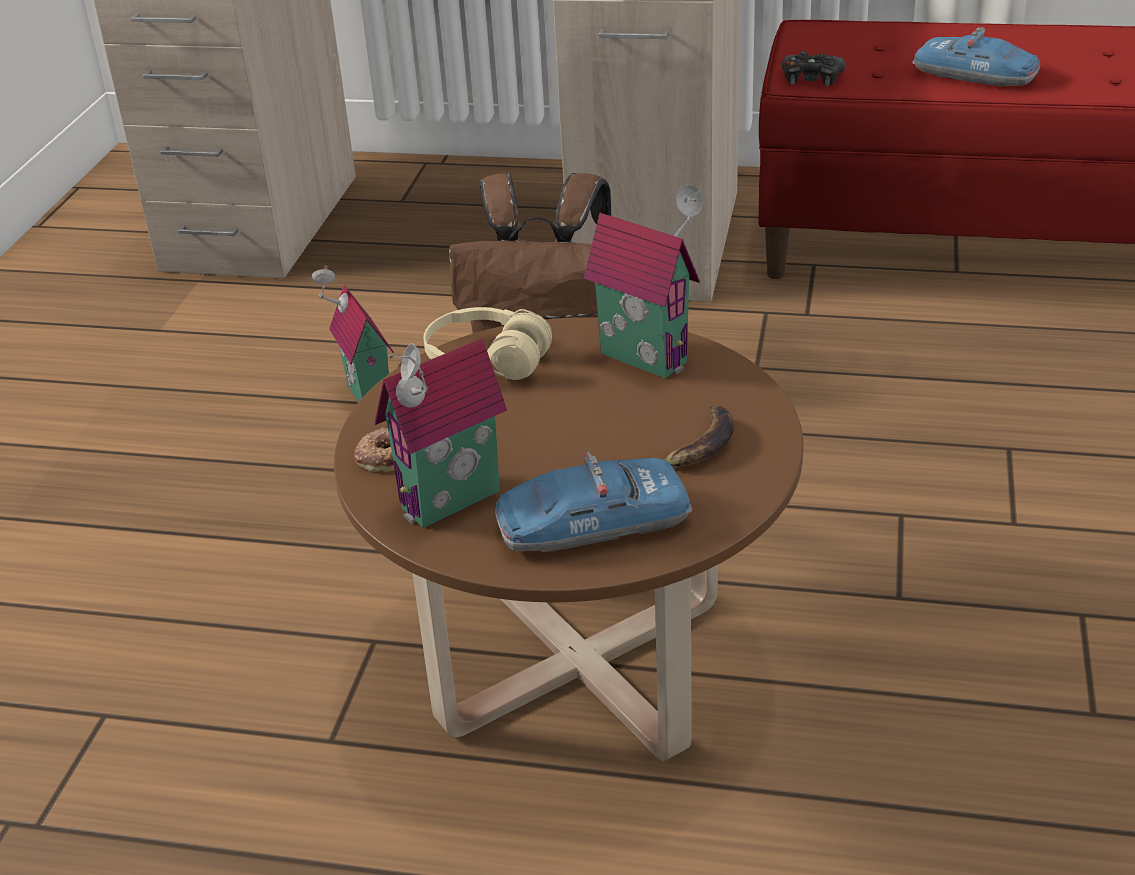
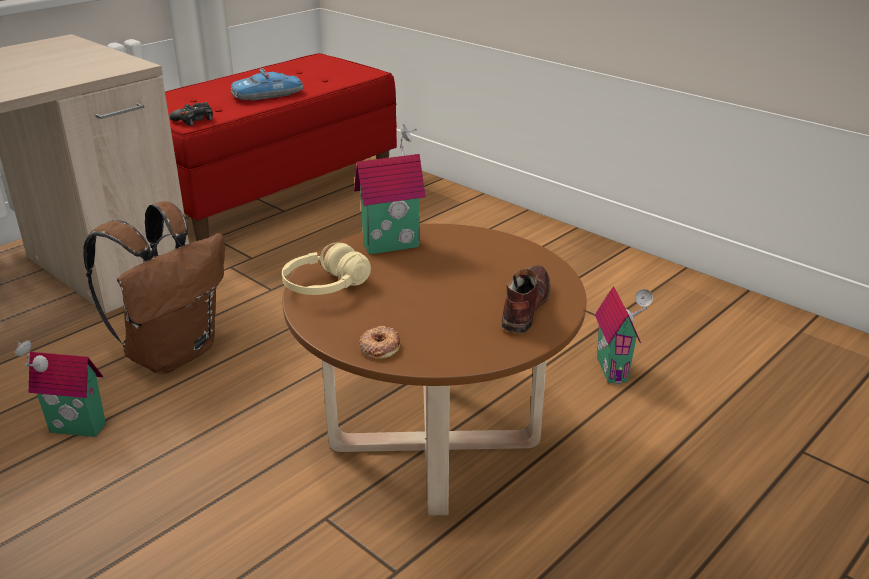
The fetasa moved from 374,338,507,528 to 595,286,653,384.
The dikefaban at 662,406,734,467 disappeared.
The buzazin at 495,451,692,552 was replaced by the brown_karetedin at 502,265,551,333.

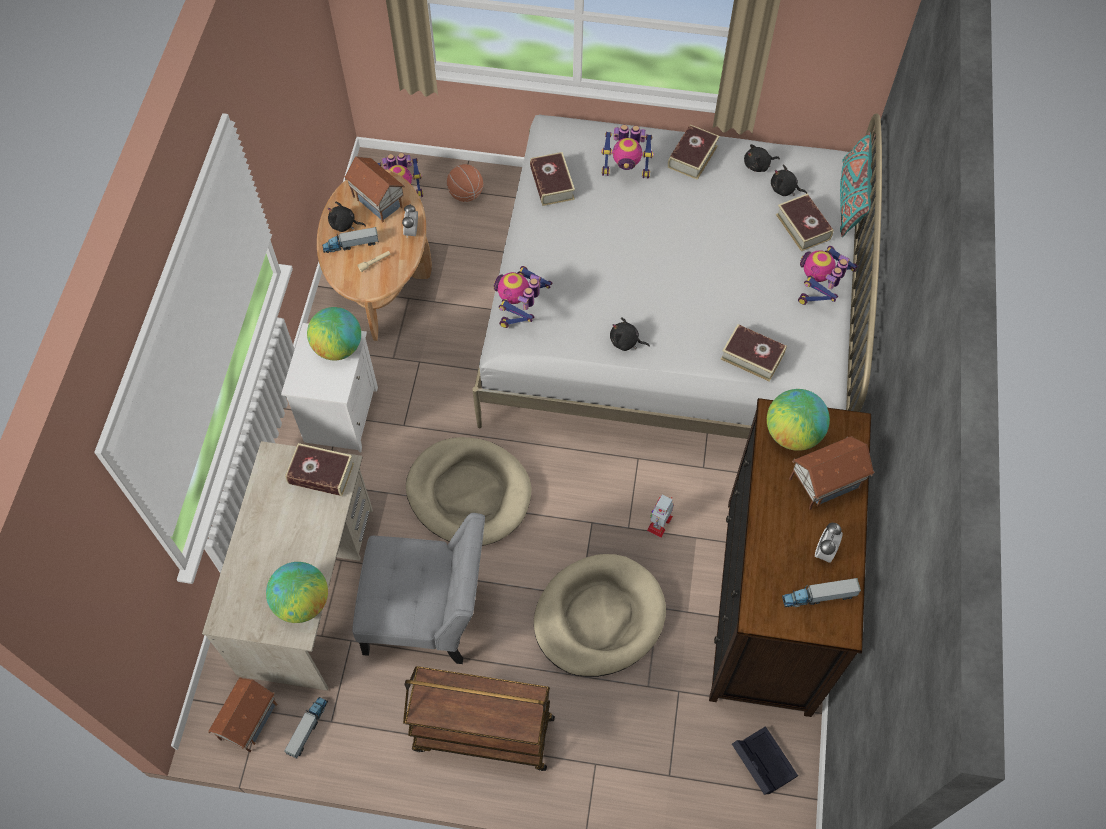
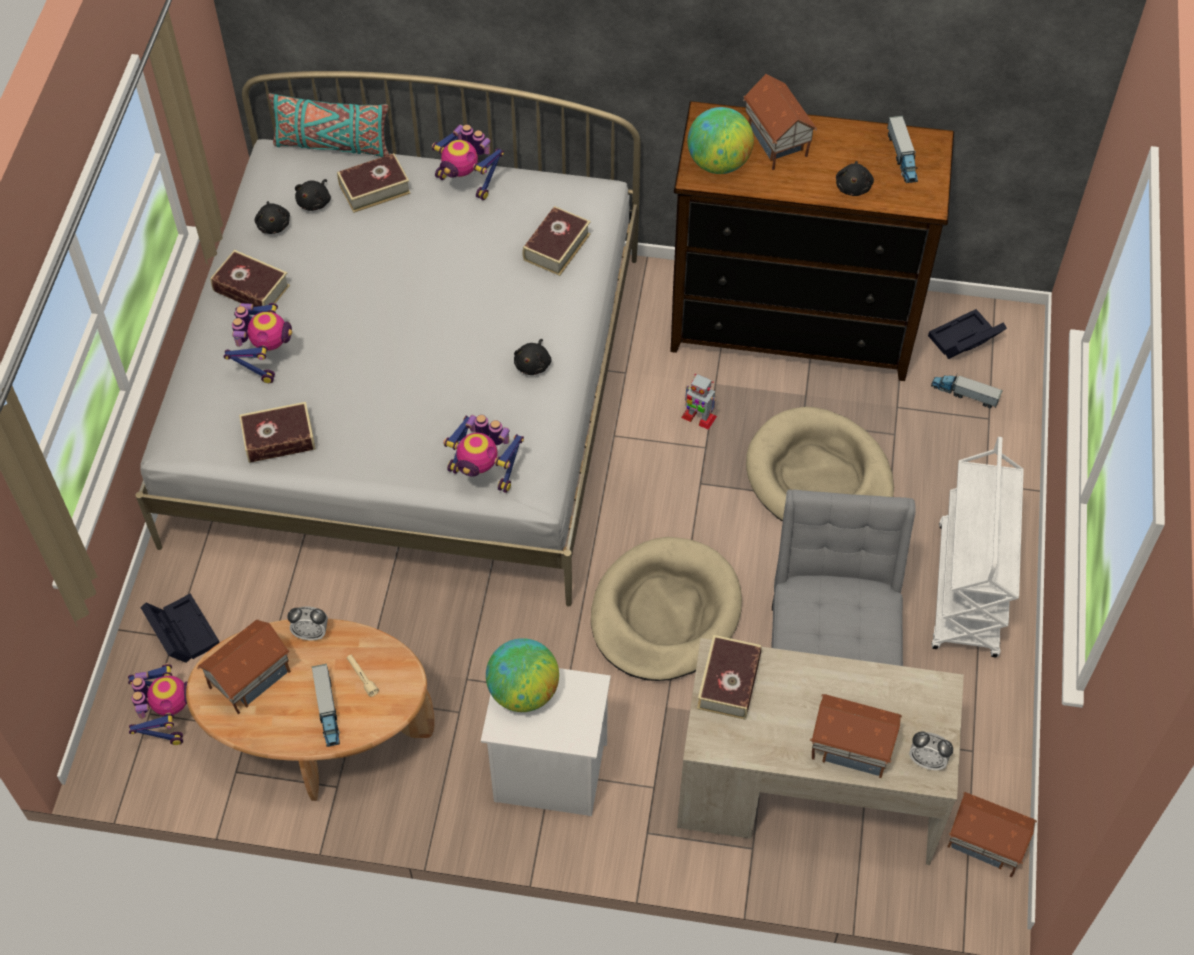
The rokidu at 447,164,483,202 was replaced by the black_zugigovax at 140,594,220,663.
The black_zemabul moved from 328,201,366,232 to 836,161,874,196.
The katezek moved from 815,523,843,563 to 909,731,953,771.
The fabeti at 266,562,328,623 disappeared.
The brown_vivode at 403,666,555,771 became the white_vivode at 931,437,1024,657.
The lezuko moved from 284,697,328,759 to 931,374,1003,408.
The fetasa at 810,694,902,778 appeared.

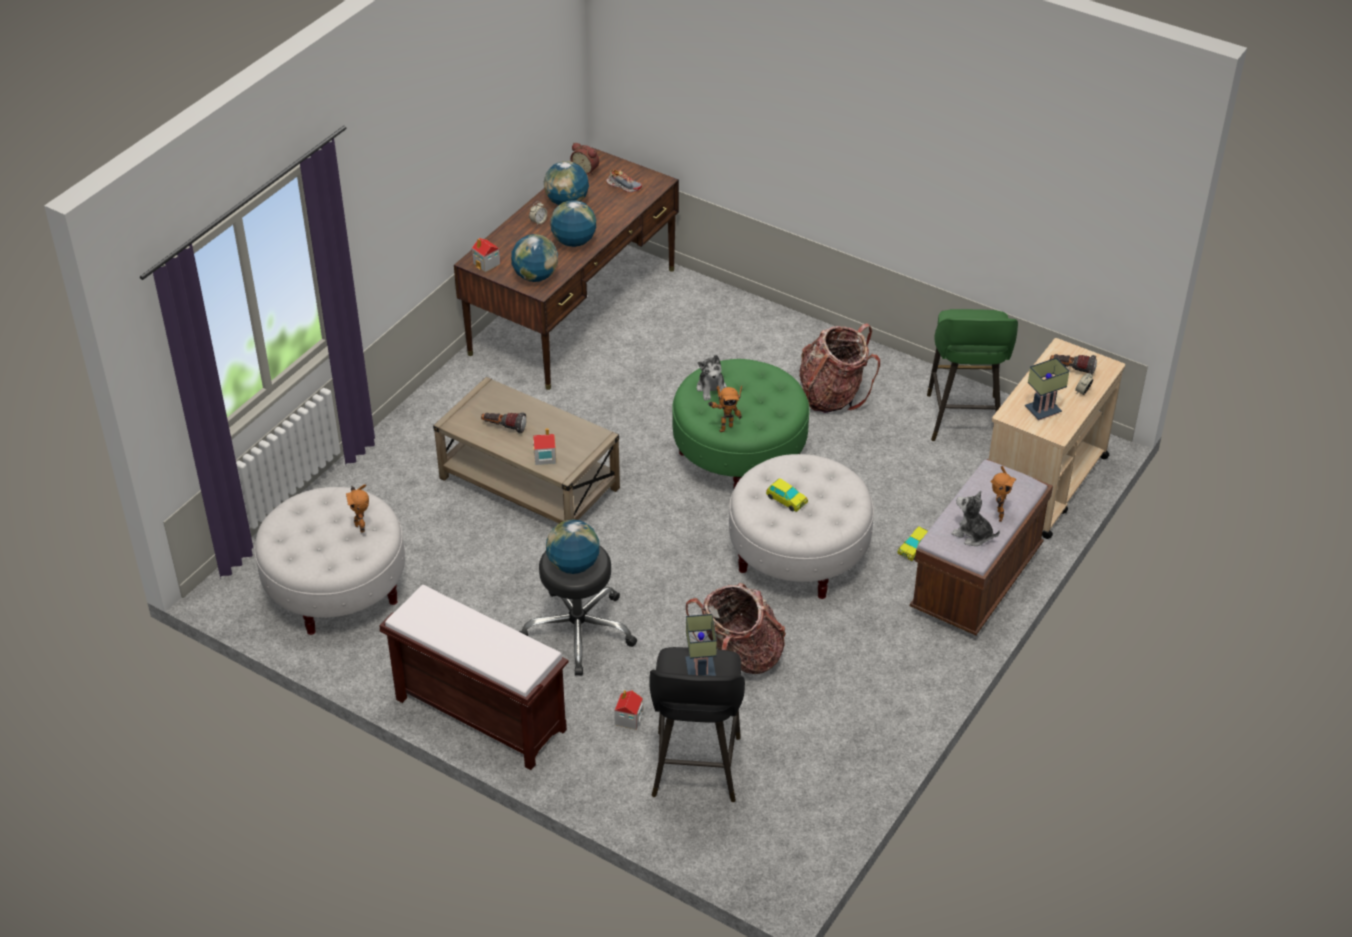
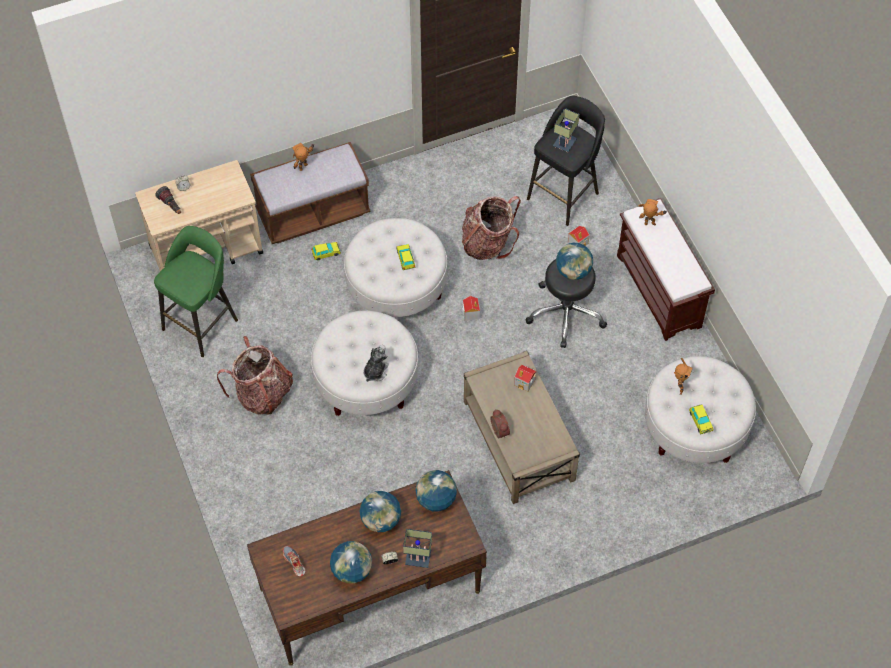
The katezek moved from 570,143,599,175 to 490,409,510,438.
The fetasa moved from 472,238,501,272 to 462,296,480,321.
The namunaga moved from 1025,358,1070,421 to 403,529,432,568.
The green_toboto at 672,359,810,489 became the white_toboto at 311,311,418,416.
The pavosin moved from 708,385,742,432 to 638,199,667,226.
The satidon at 481,412,526,433 disappeared.
The zemabul at 952,491,1000,546 disappeared.
The buzazin at 689,404,713,435 appeared.

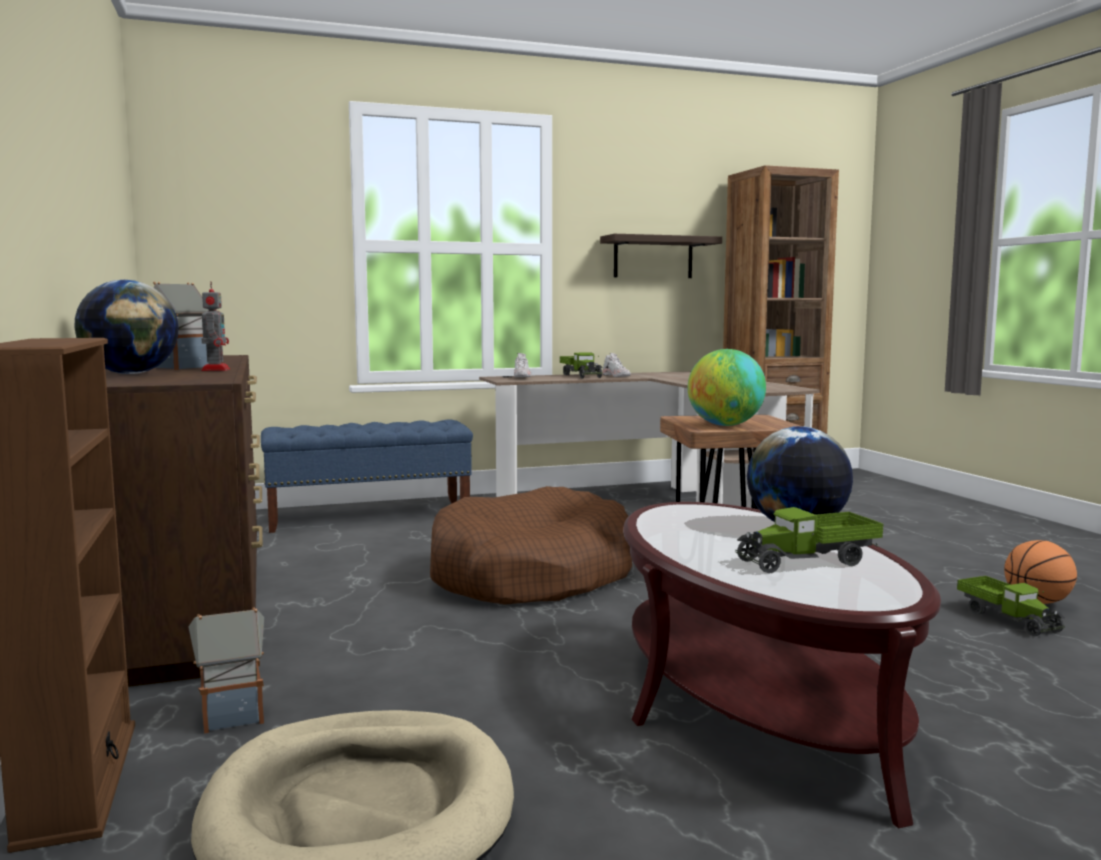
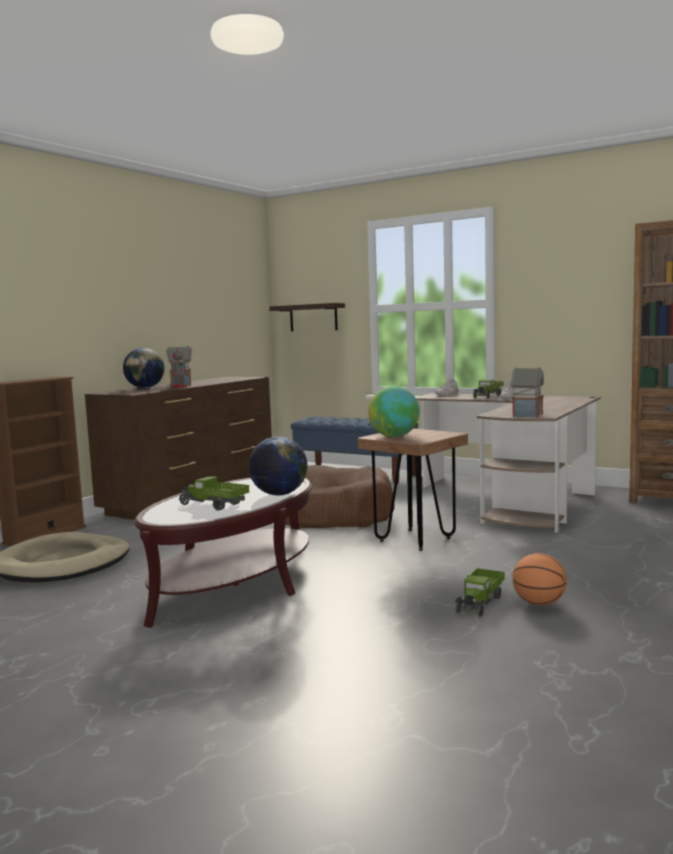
The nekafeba moved from 600,234,722,278 to 269,303,345,332.
The fetasa moved from 188,607,264,733 to 510,367,544,418.

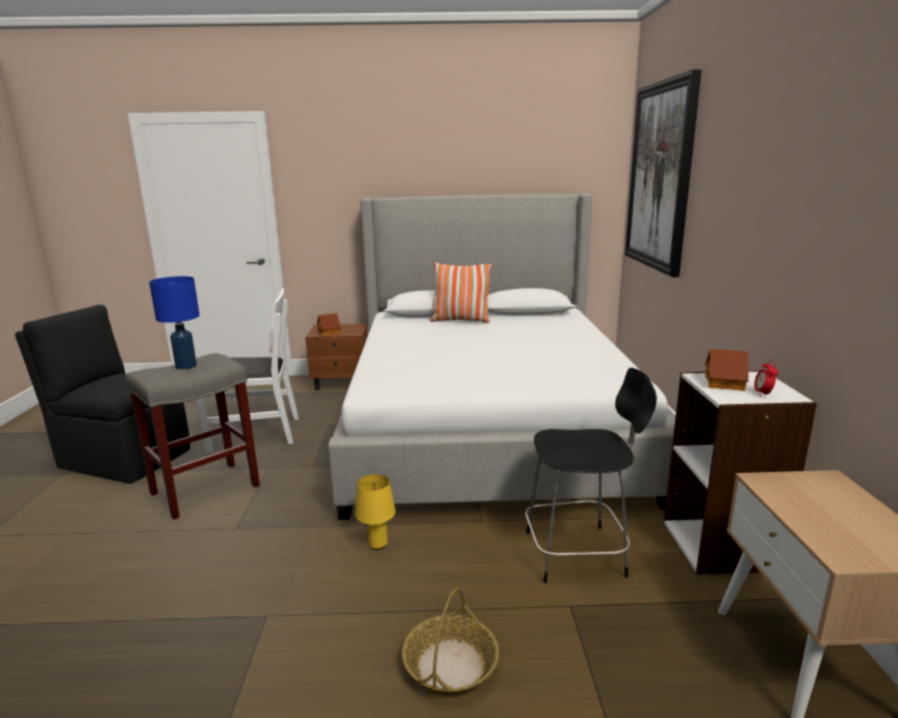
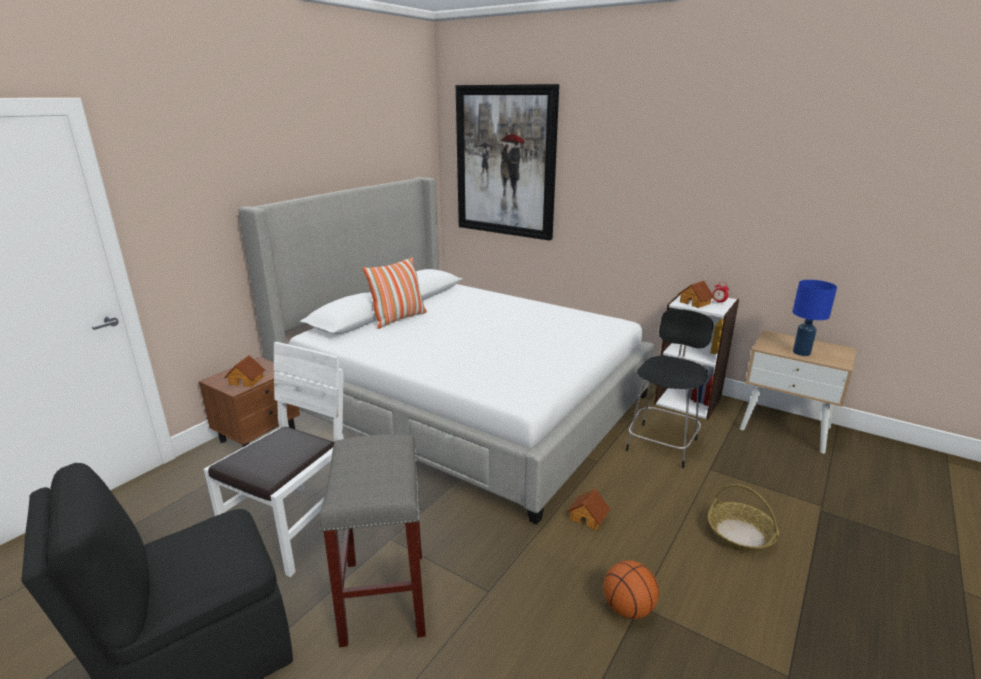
The blue_namunaga moved from 149,276,200,369 to 793,280,837,356.
The yellow_namunaga at 355,474,396,550 was replaced by the fetasa at 566,488,610,531.
The rokidu at 603,560,659,619 appeared.

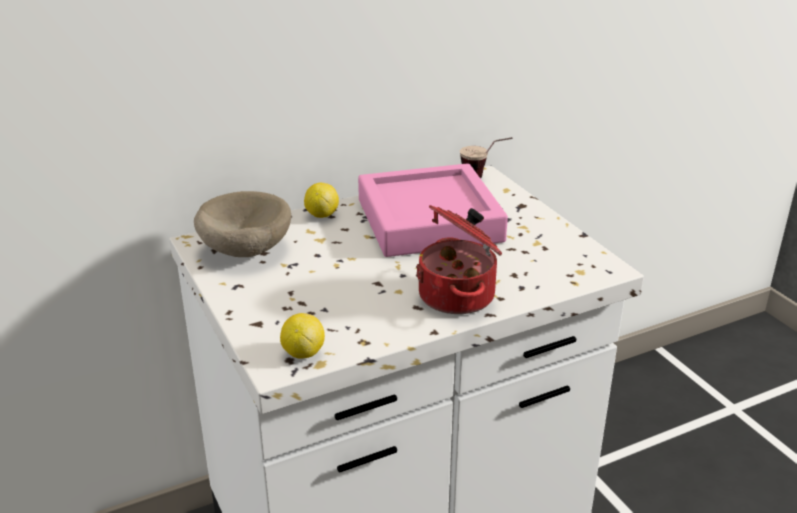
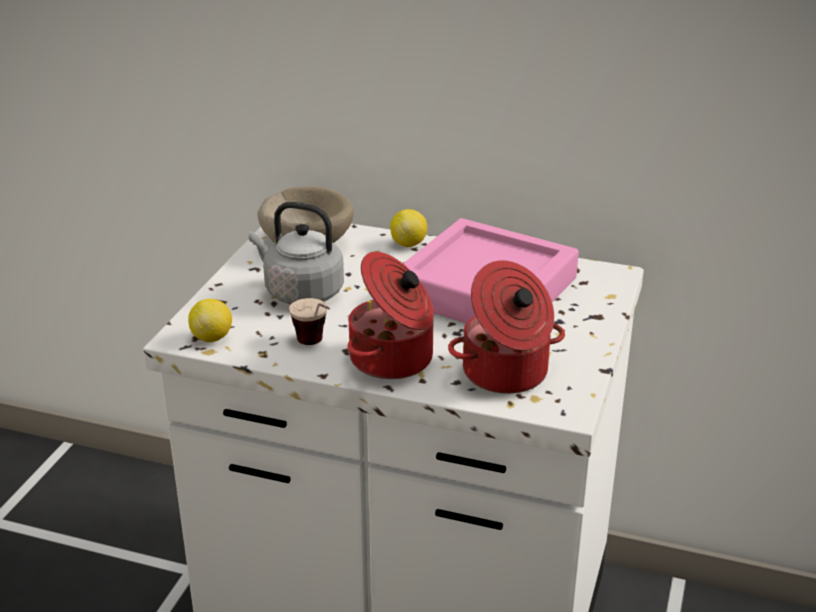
The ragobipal moved from 460,137,512,179 to 289,298,330,345.
The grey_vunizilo at 249,202,344,305 appeared.
The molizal at 448,260,565,394 appeared.

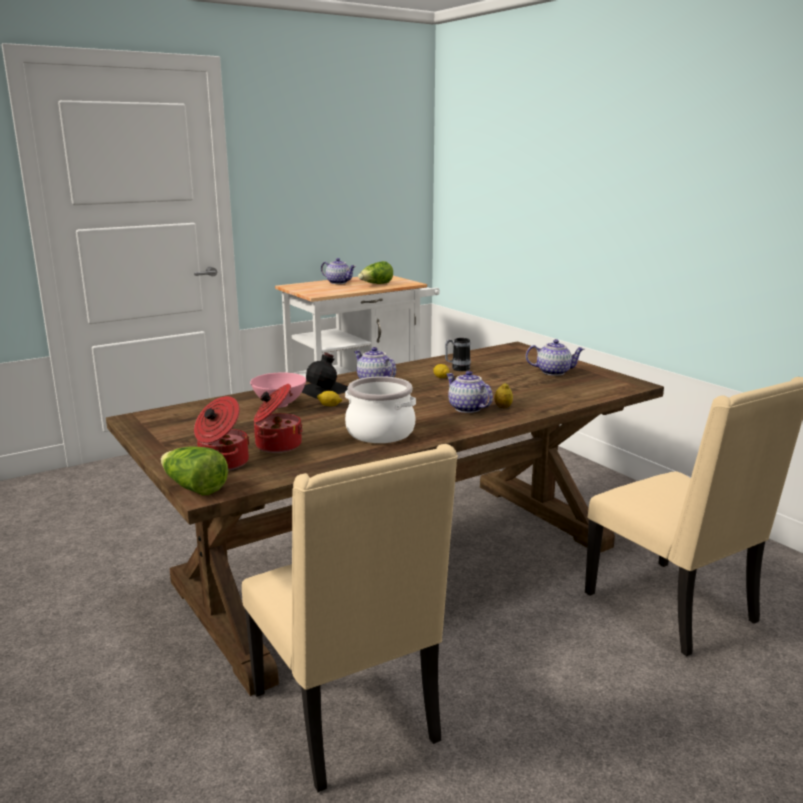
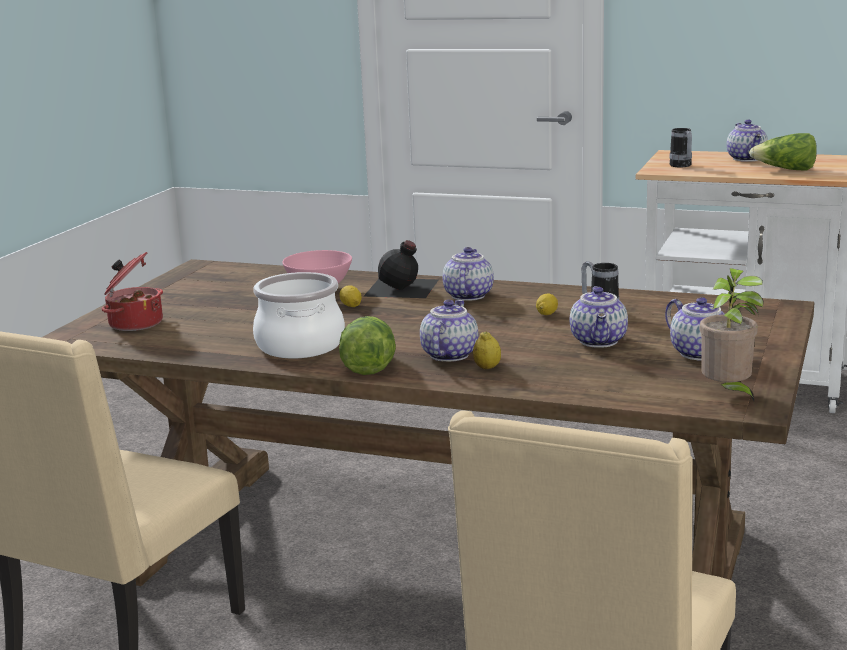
The molizal at 254,384,303,453 disappeared.
The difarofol moved from 161,447,228,496 to 339,316,396,375.
The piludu at 669,128,692,167 appeared.
The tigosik at 700,268,764,403 appeared.
The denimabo at 570,286,628,348 appeared.

